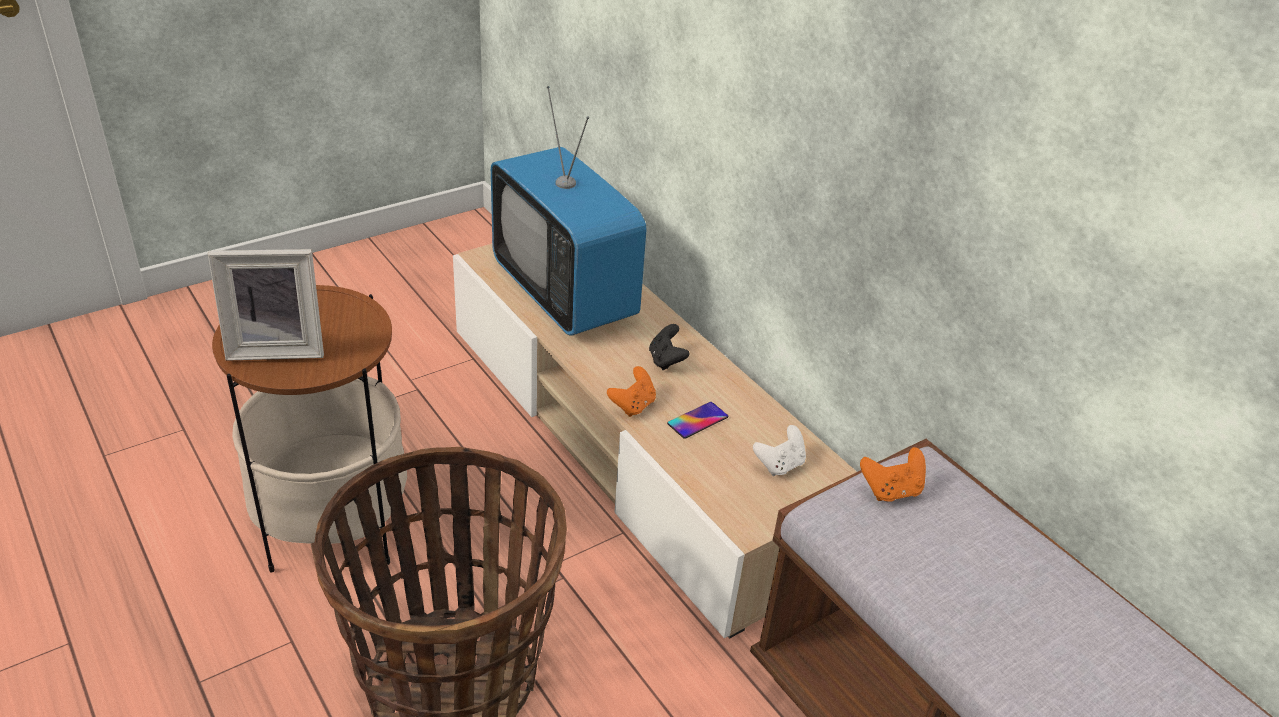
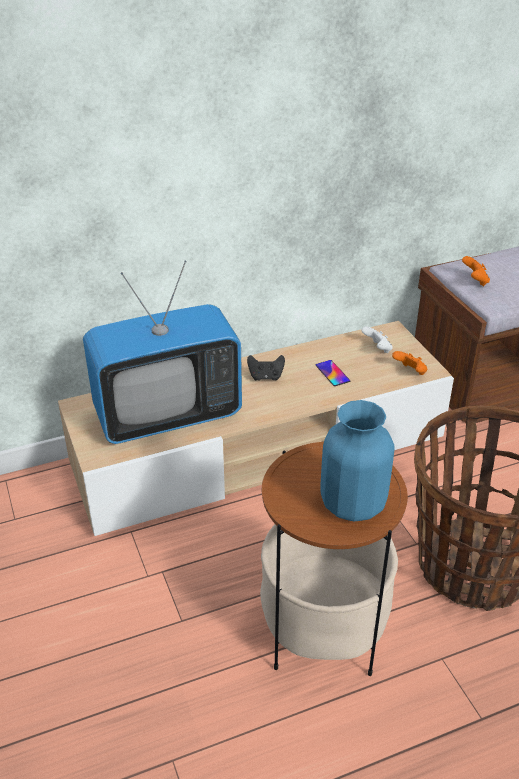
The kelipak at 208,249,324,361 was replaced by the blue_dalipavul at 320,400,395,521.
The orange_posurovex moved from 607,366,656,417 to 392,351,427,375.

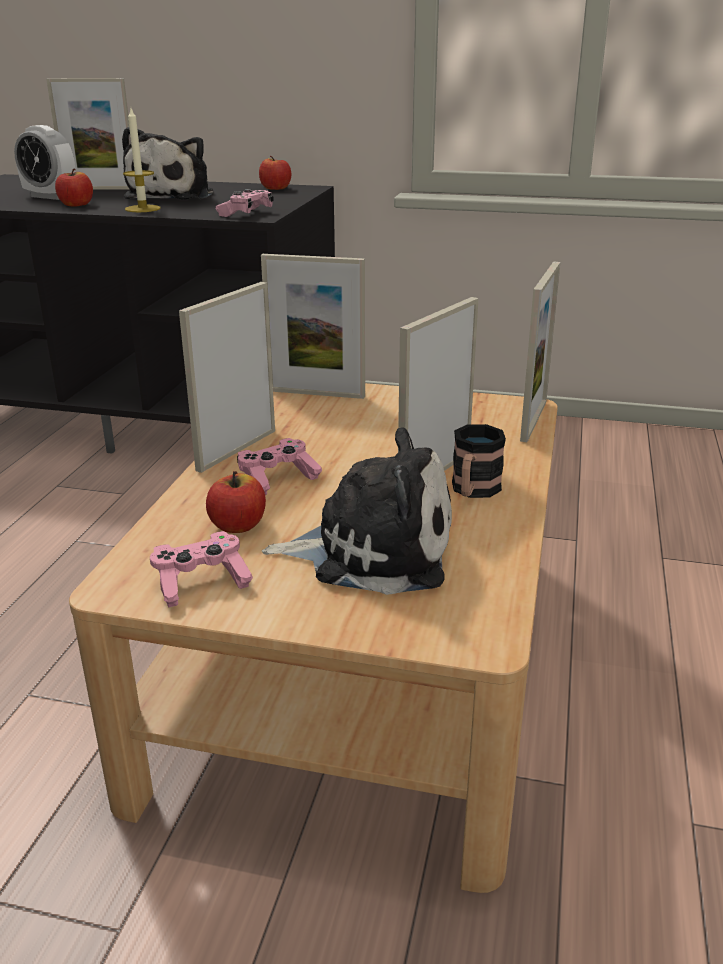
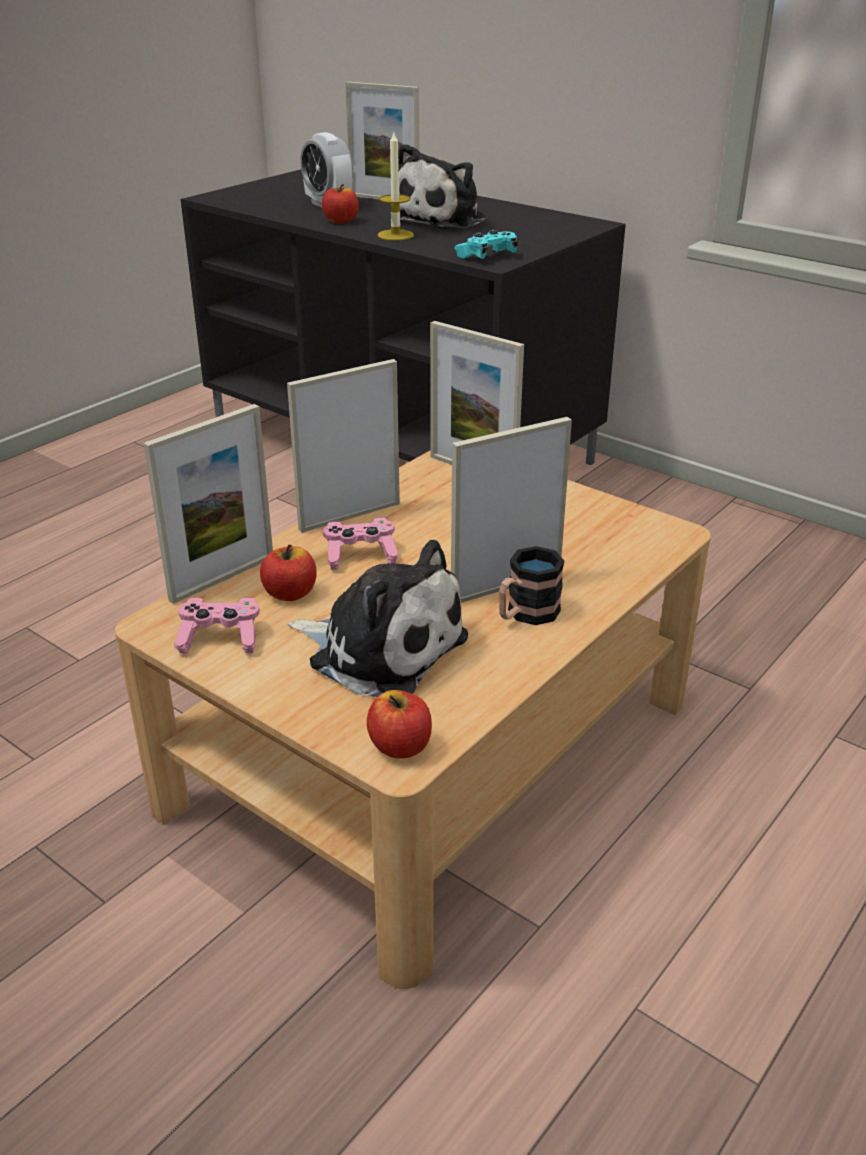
The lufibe moved from 259,156,291,190 to 367,690,432,759.
The pink_posurovex at 215,189,273,217 became the turquoise_posurovex at 454,230,518,259.
The kelipak moved from 520,261,560,442 to 143,404,273,604.

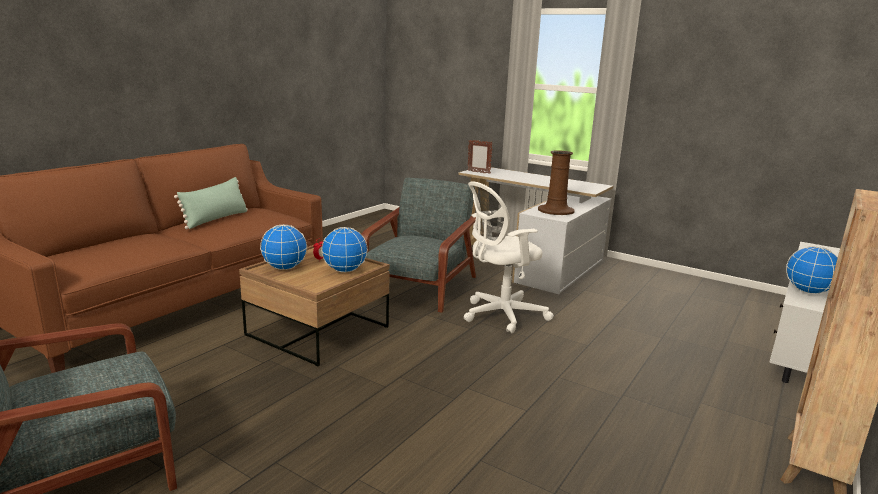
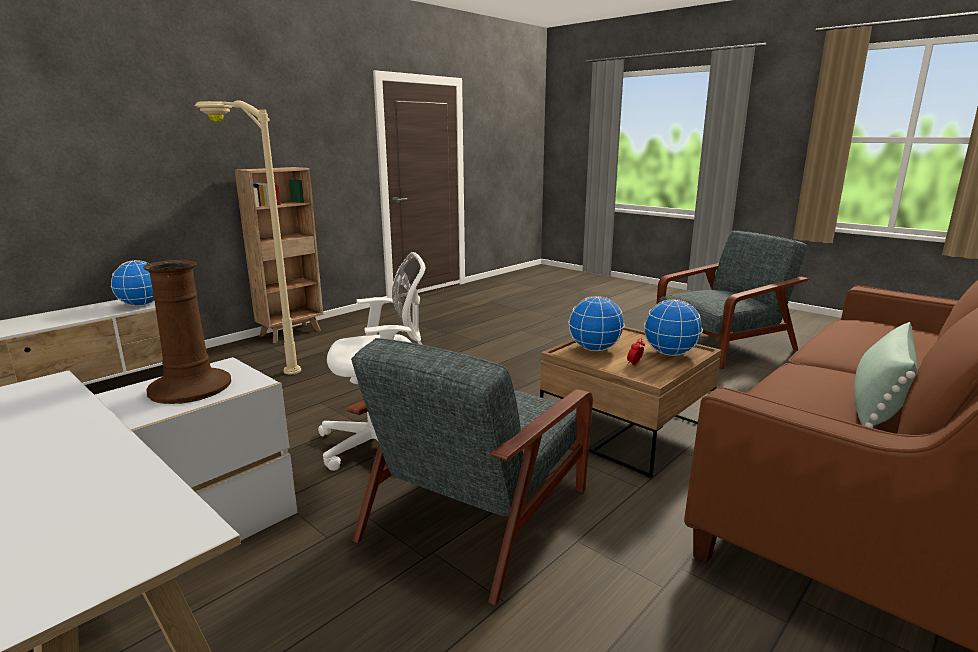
The kelipak at 468,140,493,174 disappeared.
The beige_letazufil at 194,100,301,375 appeared.

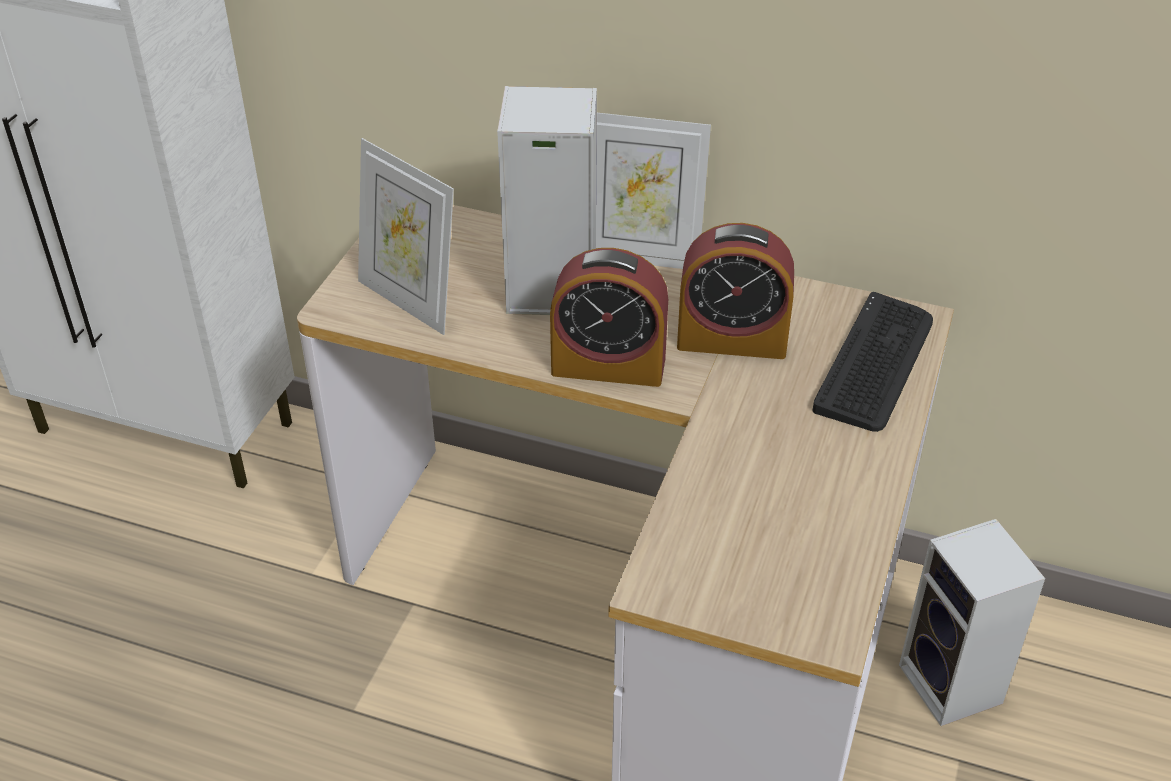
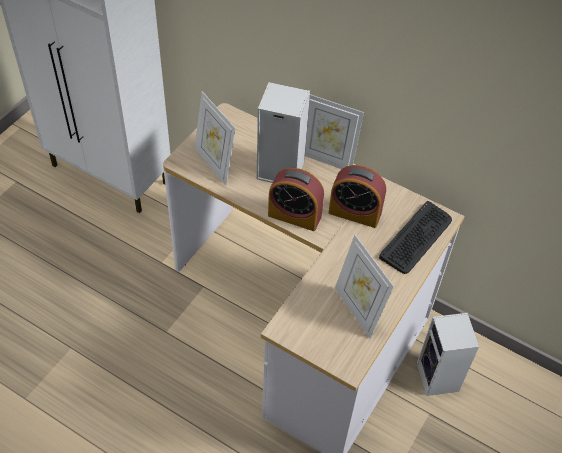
The kelipak at 335,235,394,338 appeared.

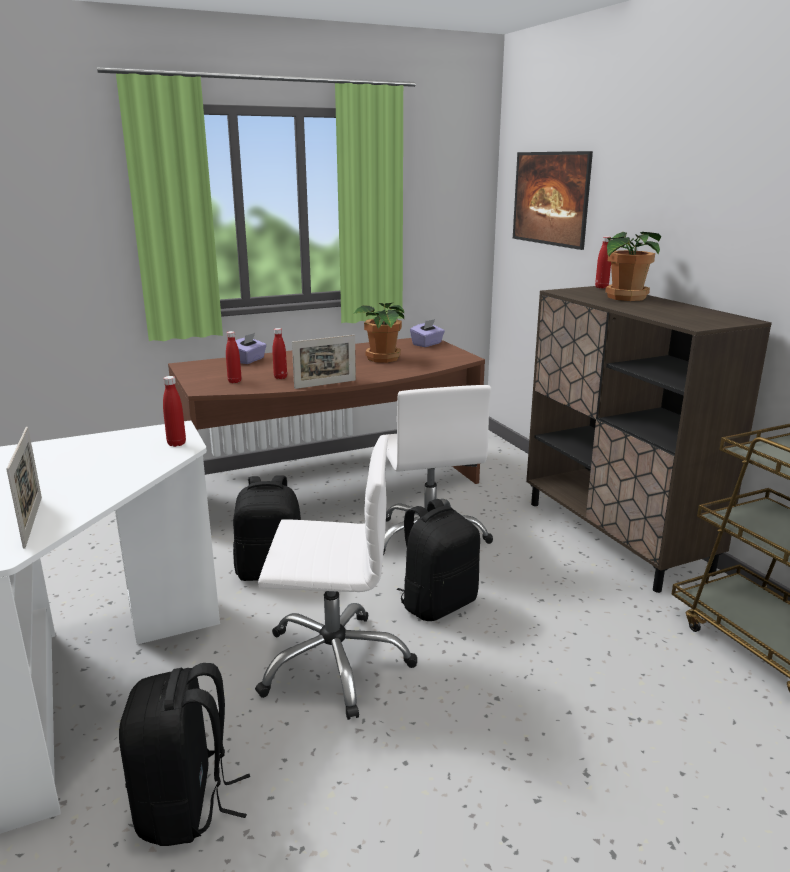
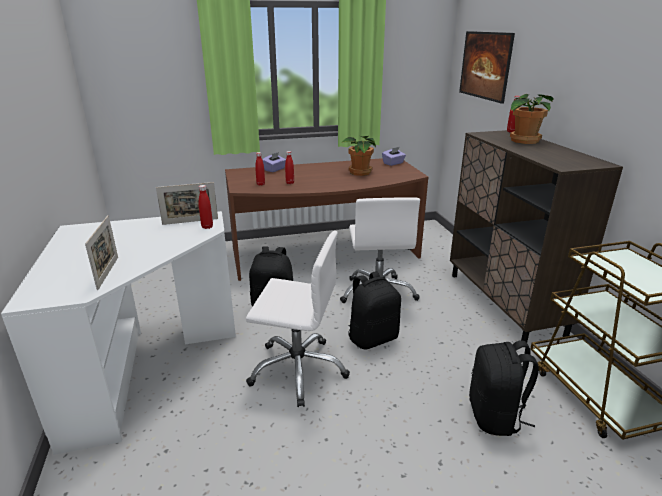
The kelipak moved from 292,335,356,389 to 156,182,218,225.
The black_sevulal moved from 119,663,250,846 to 469,340,539,436.

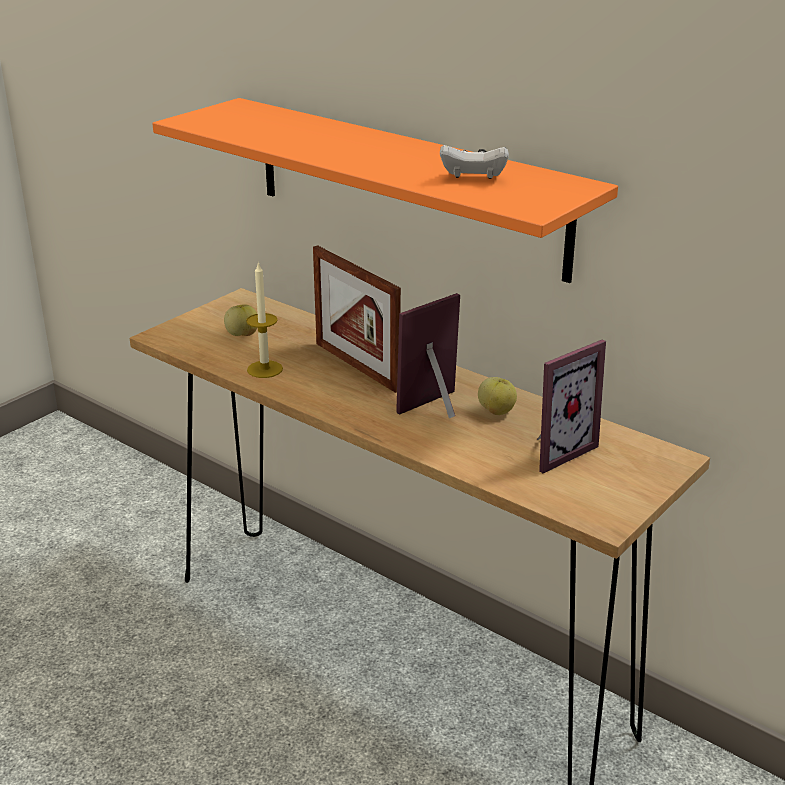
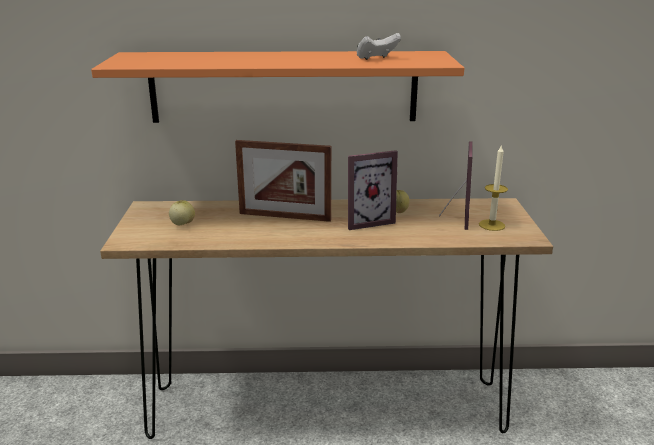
The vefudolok moved from 246,262,283,378 to 479,144,508,231.
The kelipak at 396,293,460,418 turned 120 degrees counterclockwise.

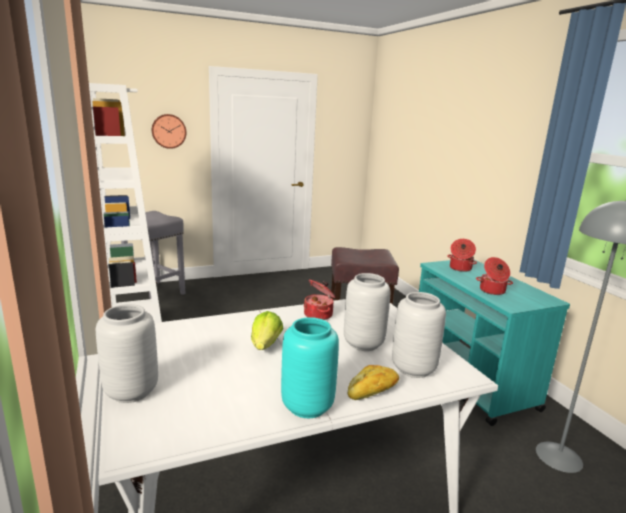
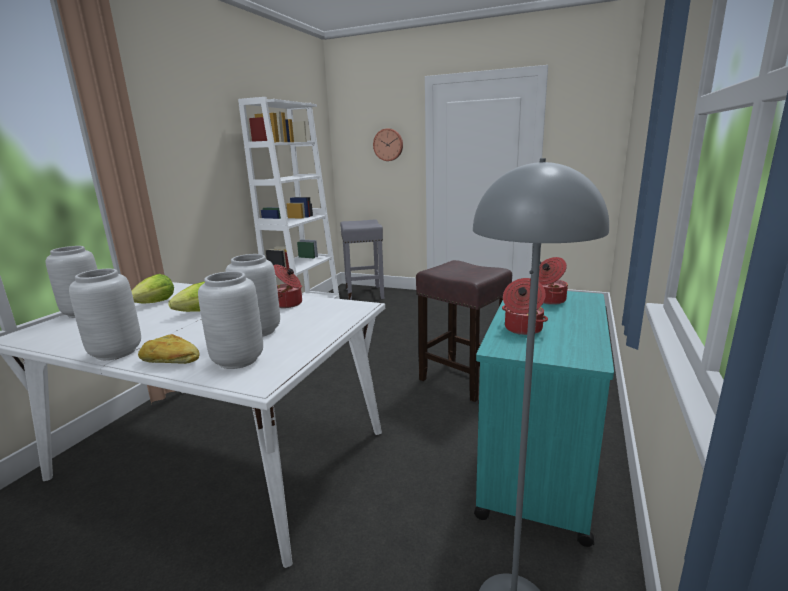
The turquoise_dalipavul at 281,317,339,418 became the grey_dalipavul at 69,269,141,360.
The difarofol at 132,274,174,304 appeared.

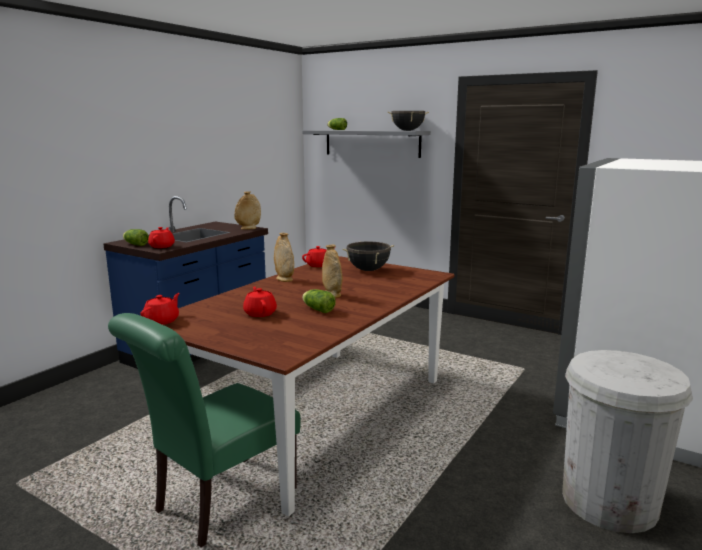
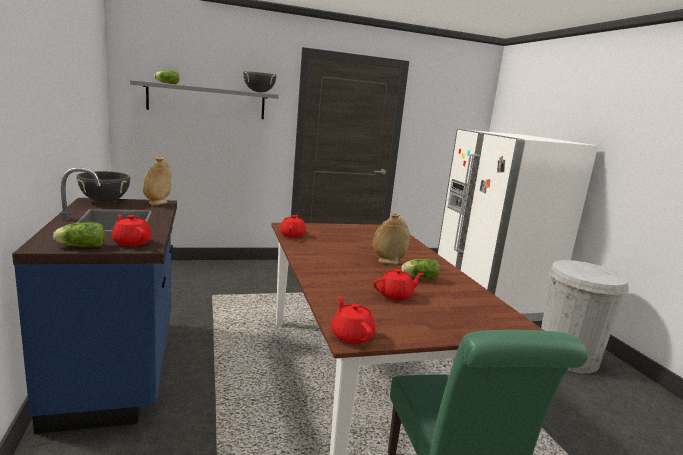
The beige_dalipavul at 274,233,294,282 disappeared.
The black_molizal moved from 342,242,394,271 to 76,171,131,202.
The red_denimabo at 243,286,277,317 turned 135 degrees clockwise.

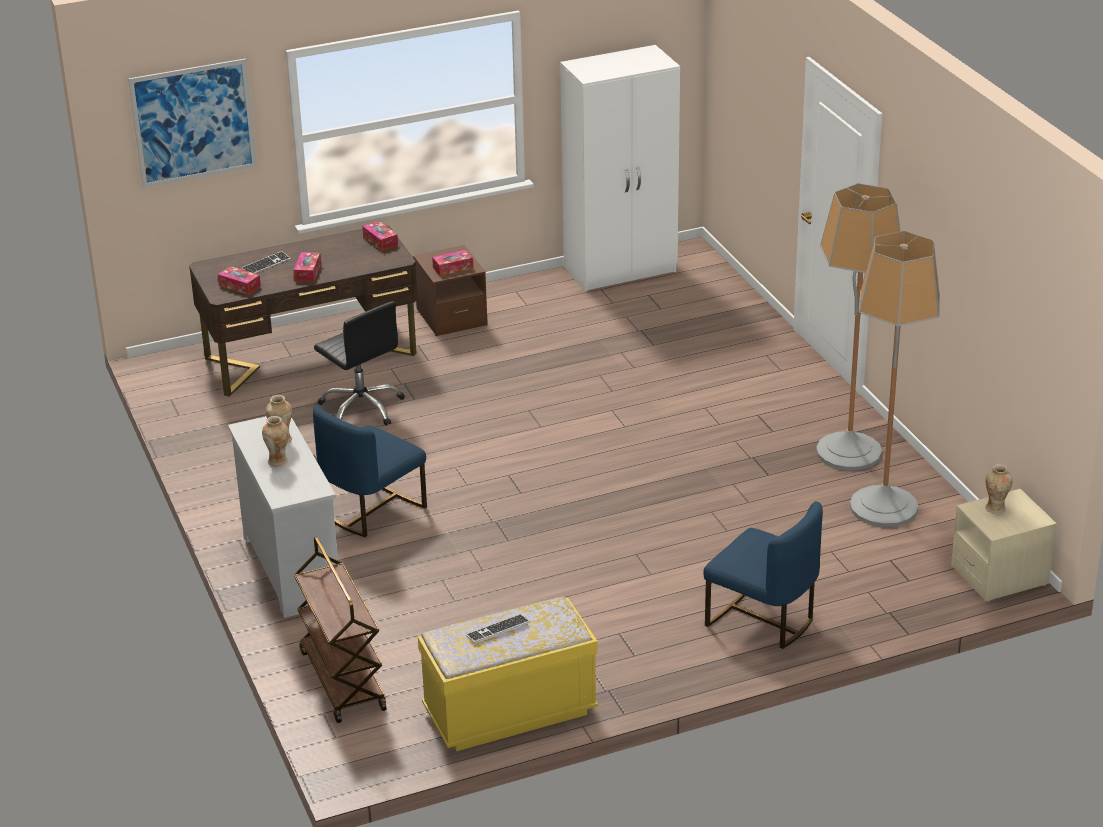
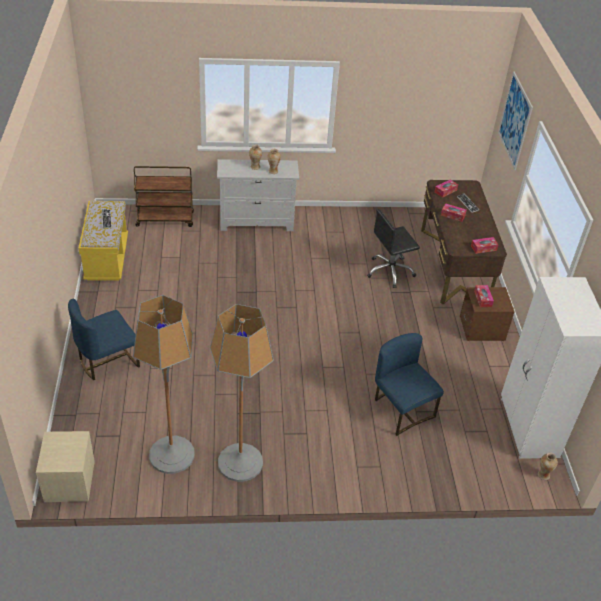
The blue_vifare moved from 313,405,427,537 to 375,333,444,436.
The dalipavul moved from 985,464,1013,514 to 538,452,558,480.

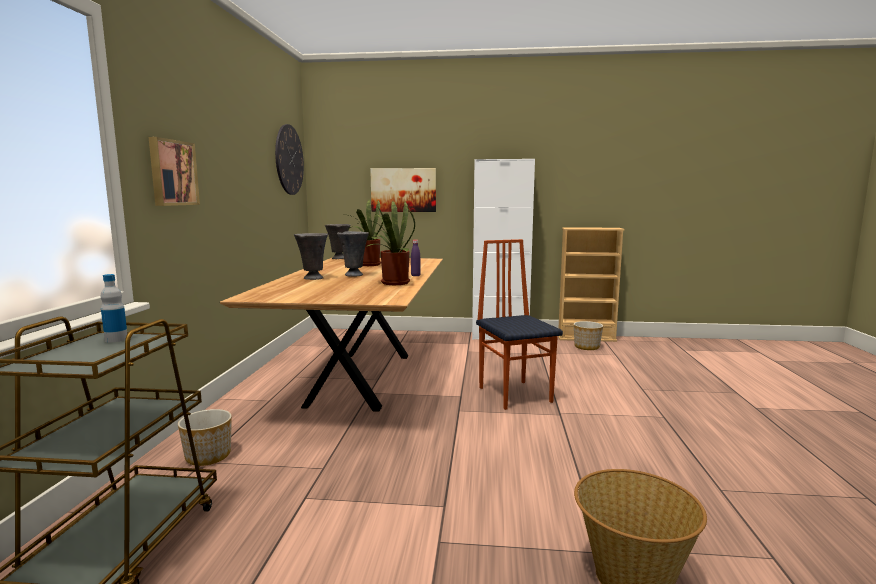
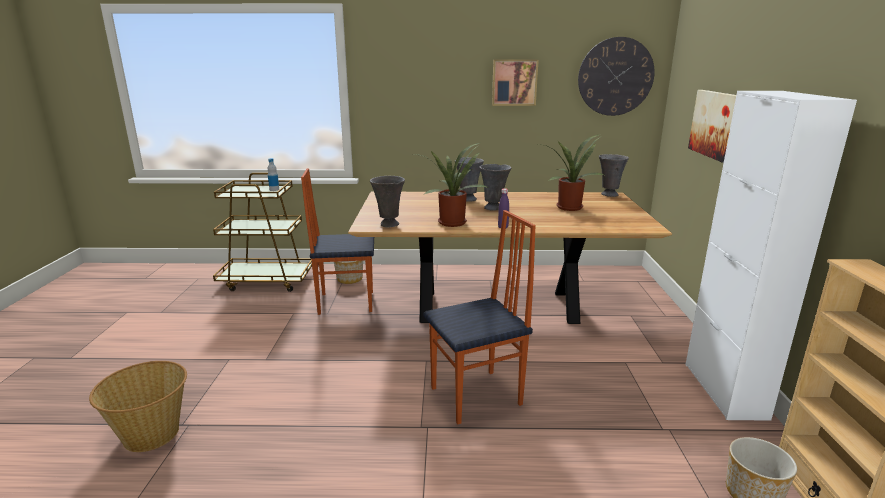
The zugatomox moved from 149,137,200,206 to 492,59,539,106.
The vifare at 301,168,374,315 appeared.
The grey_dalipavul at 370,176,405,227 appeared.

